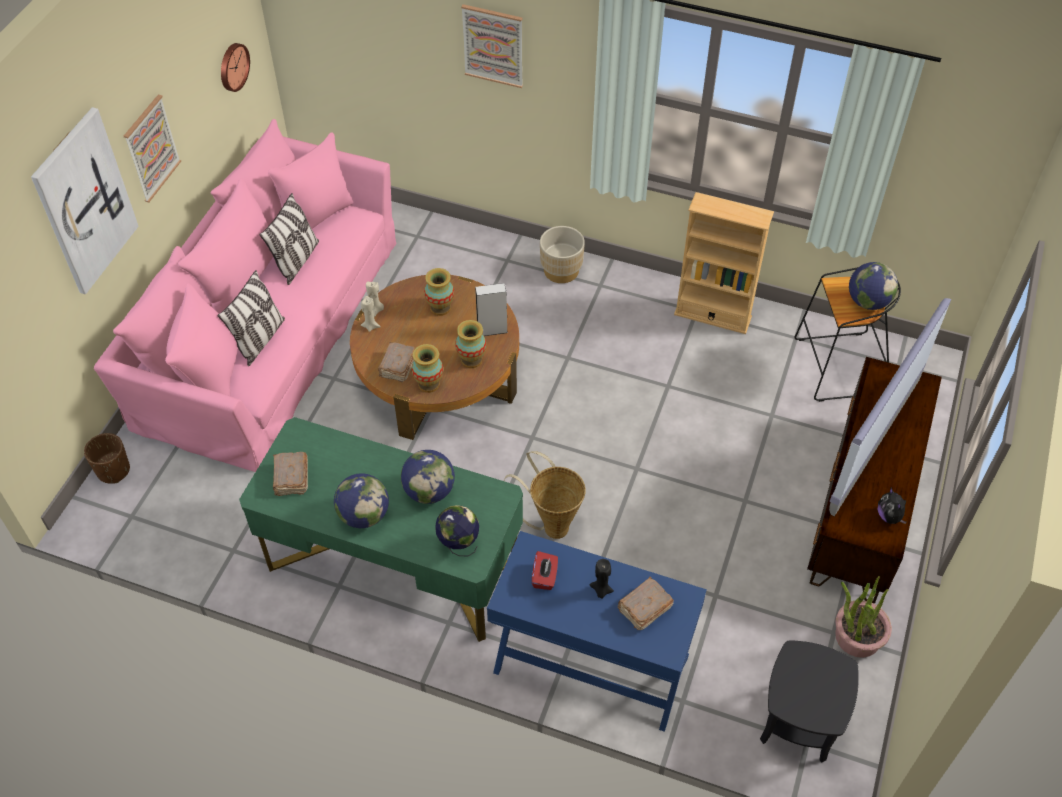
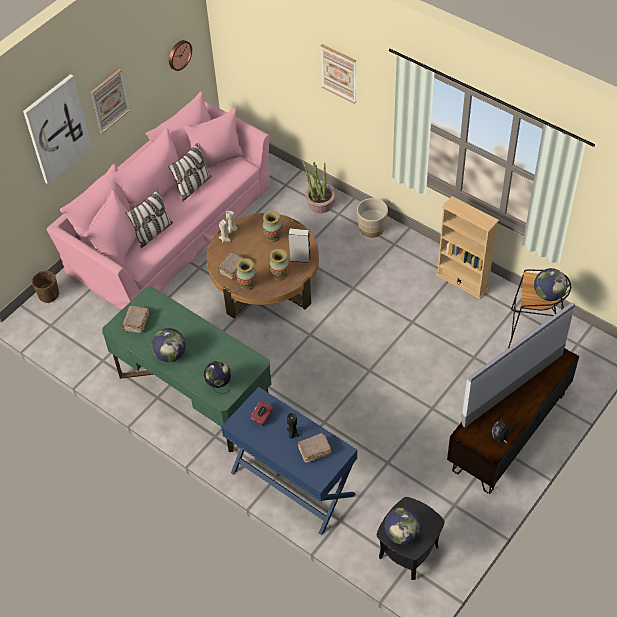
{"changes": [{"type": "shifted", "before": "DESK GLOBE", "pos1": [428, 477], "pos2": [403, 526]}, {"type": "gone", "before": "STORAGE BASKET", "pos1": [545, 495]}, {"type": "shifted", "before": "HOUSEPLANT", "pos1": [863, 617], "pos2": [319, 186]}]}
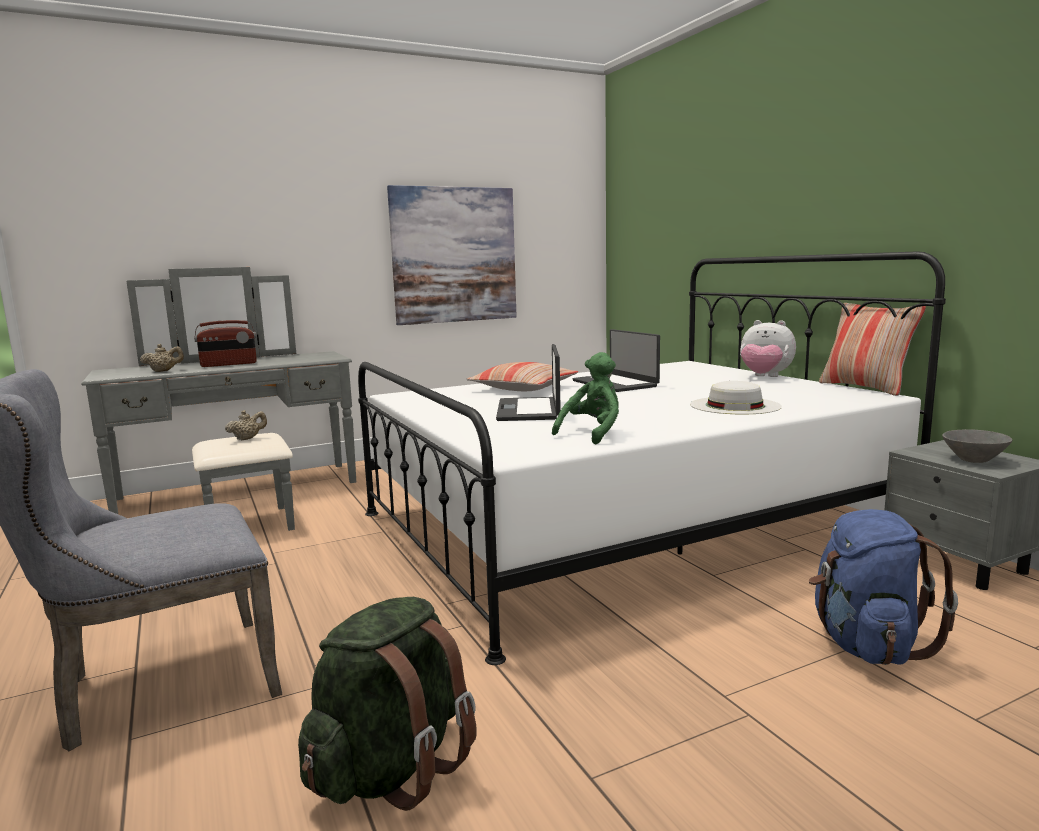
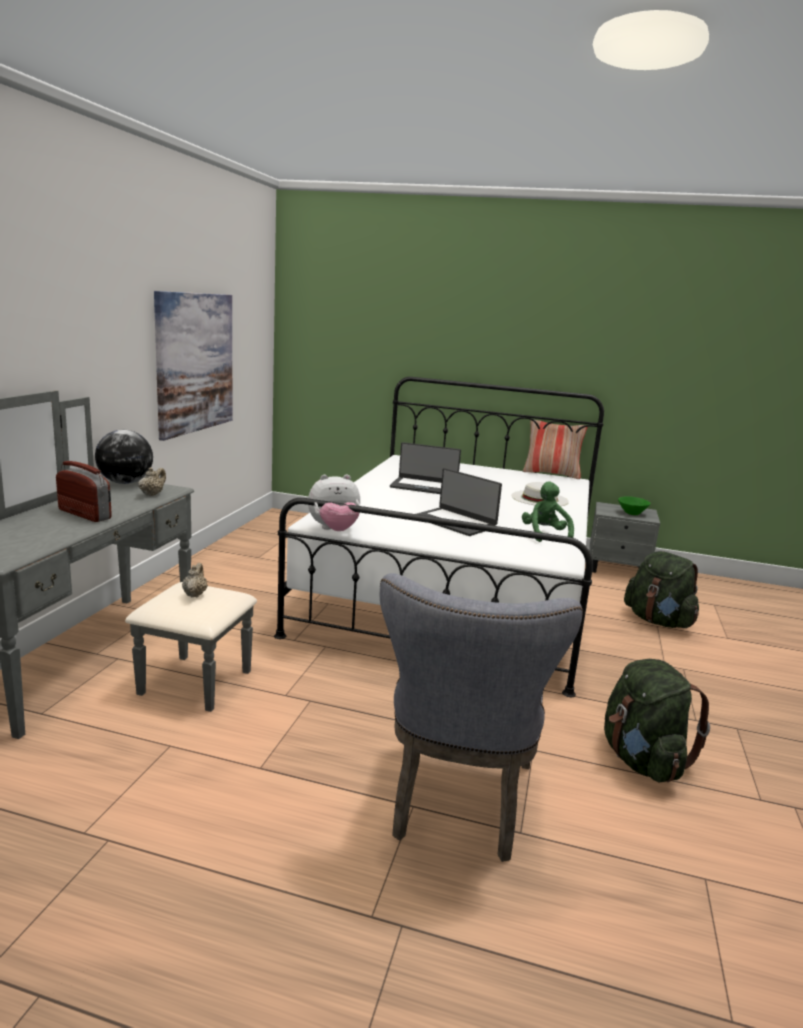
{"changes": [{"type": "shifted", "before": "BEIGE-COLOURED TEAPOT", "pos1": [162, 358], "pos2": [152, 481]}, {"type": "rotated", "before": "RADIO", "pos1": [225, 343], "pos2": [84, 491], "turn": -75}, {"type": "gone", "before": "THROW PILLOW", "pos1": [522, 376]}, {"type": "shifted", "before": "SOFT TOY", "pos1": [768, 348], "pos2": [334, 503]}, {"type": "repainted", "before": "BLUE-COLOURED KNAPSACK", "after": "GREENISH KNAPSACK", "pos1": [883, 587], "pos2": [661, 589]}, {"type": "repainted", "before": "GREYISH DEEP DISH", "after": "GREENISH DEEP DISH", "pos1": [977, 446], "pos2": [634, 505]}, {"type": "new", "after": "DESK GLOBE", "pos2": [124, 457]}]}
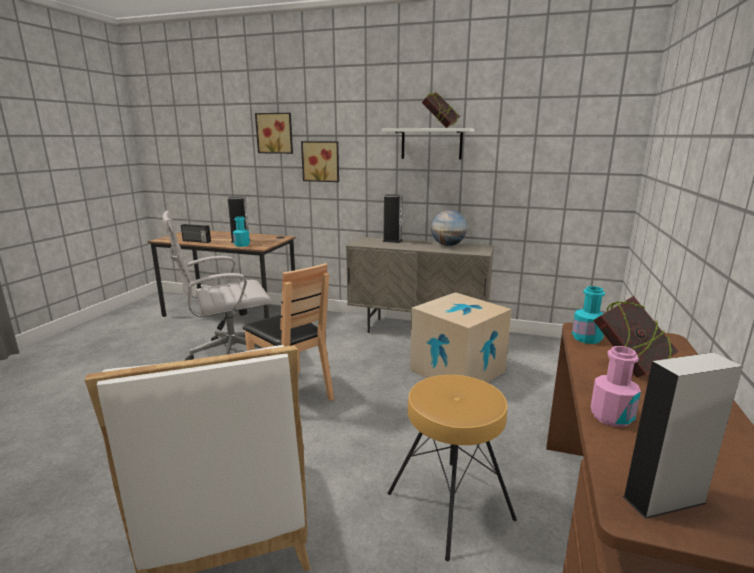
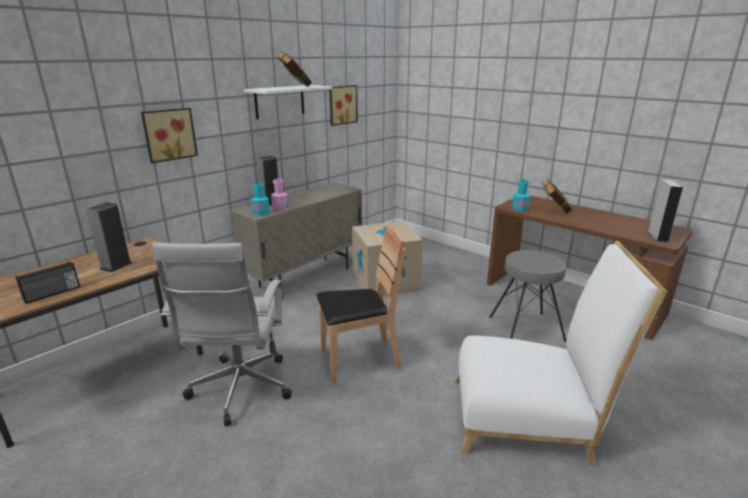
{"changes": [{"type": "shifted", "before": "TURQUOISE BOTTLE", "pos1": [241, 231], "pos2": [260, 199]}, {"type": "shifted", "before": "PICTURE", "pos1": [274, 133], "pos2": [343, 105]}, {"type": "repainted", "before": "BROWN SITTING STOOL", "after": "GREYISH SITTING STOOL", "pos1": [452, 468], "pos2": [527, 296]}, {"type": "gone", "before": "DESK GLOBE", "pos1": [449, 228]}, {"type": "shifted", "before": "PINK BOTTLE", "pos1": [616, 386], "pos2": [279, 194]}]}
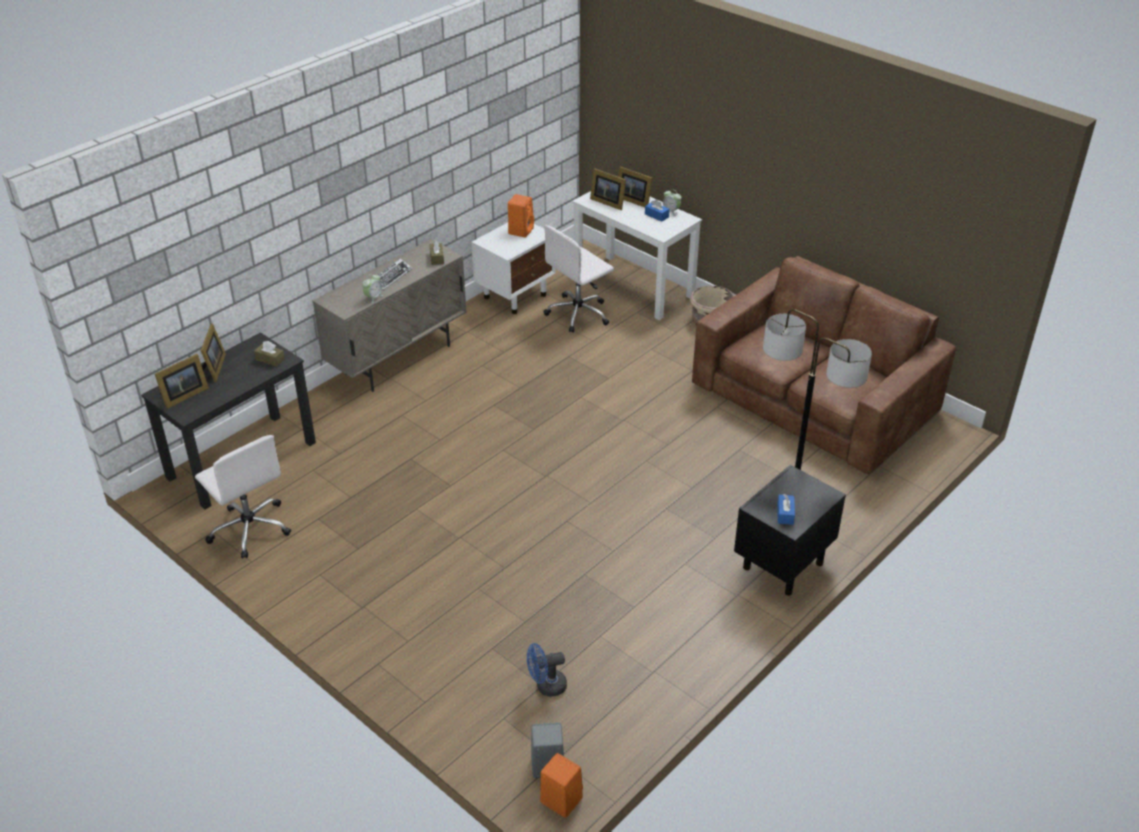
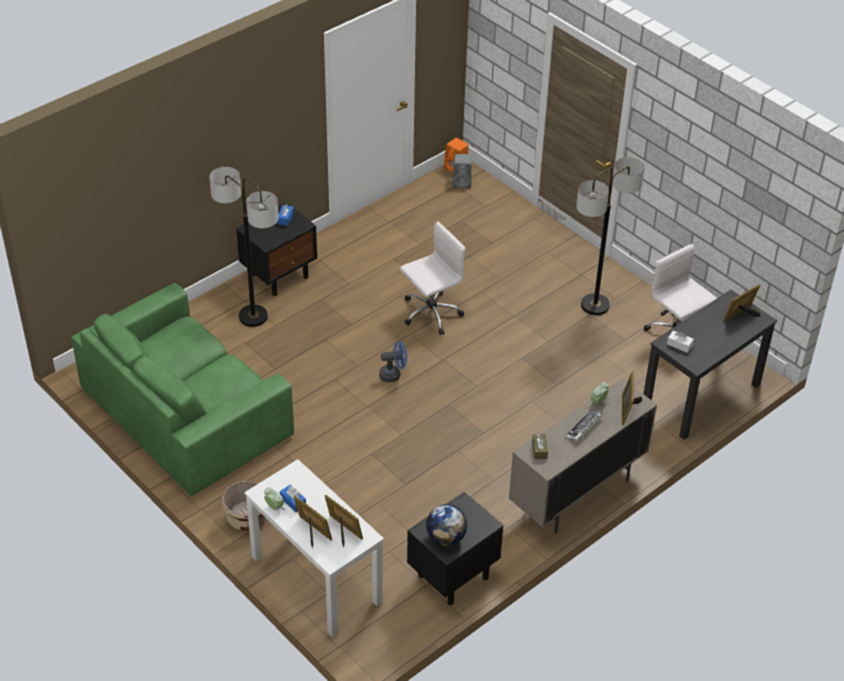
{"changes": [{"type": "shifted", "before": "PHOTO FRAME", "pos1": [213, 352], "pos2": [632, 398]}, {"type": "repainted", "before": "BROWN TISSUE HOLDER", "after": "WHITE TISSUE HOLDER", "pos1": [269, 353], "pos2": [680, 342]}, {"type": "repainted", "before": "WHITE NIGHTSTAND", "after": "BLACK-COLOURED NIGHTSTAND", "pos1": [513, 268], "pos2": [455, 548]}, {"type": "swapped", "before": "ORANGEY AUDIO SPEAKER", "after": "DESK GLOBE", "pos1": [521, 215], "pos2": [447, 525]}, {"type": "shifted", "before": "BLUE-COLOURED FAN", "pos1": [547, 670], "pos2": [393, 361]}, {"type": "shifted", "before": "WHITE DESK CHAIR", "pos1": [579, 279], "pos2": [433, 278]}, {"type": "repainted", "before": "BROWN COUCH", "after": "GREENISH COUCH", "pos1": [824, 365], "pos2": [182, 389]}, {"type": "new", "after": "STANDARD LAMP", "pos2": [610, 236]}]}
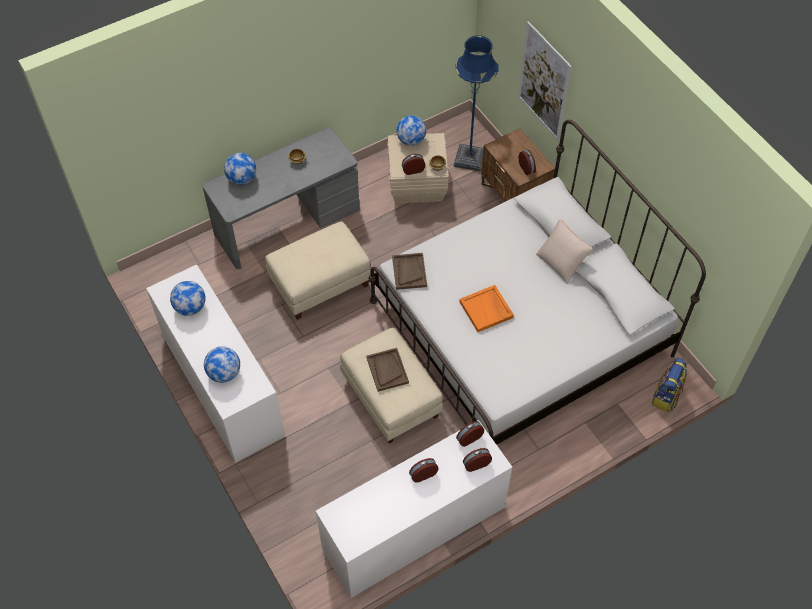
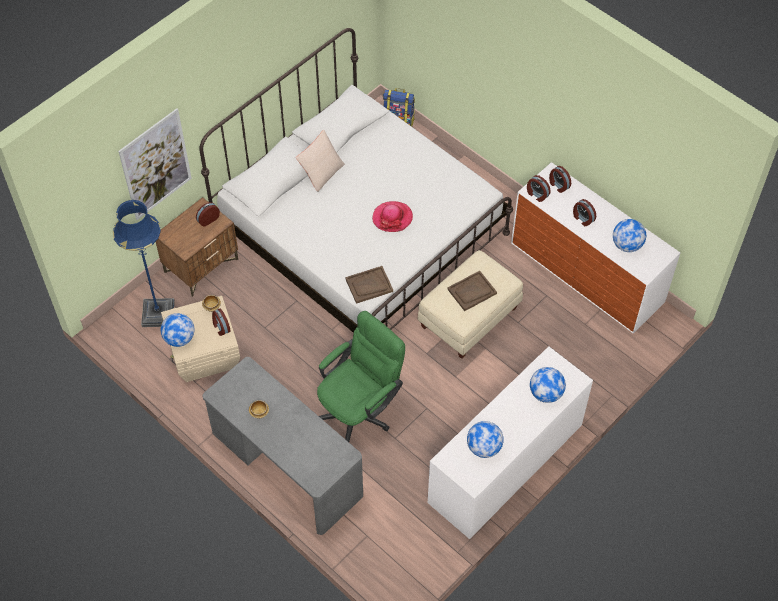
{"changes": [{"type": "shifted", "before": "DESK GLOBE", "pos1": [240, 169], "pos2": [629, 235]}, {"type": "swapped", "before": "BEIGE-COLOURED OTTOMAN", "after": "GREENISH DESK CHAIR", "pos1": [318, 270], "pos2": [361, 376]}, {"type": "swapped", "before": "ORANGEY TRAY", "after": "WEARABLE HAT", "pos1": [486, 308], "pos2": [392, 216]}]}
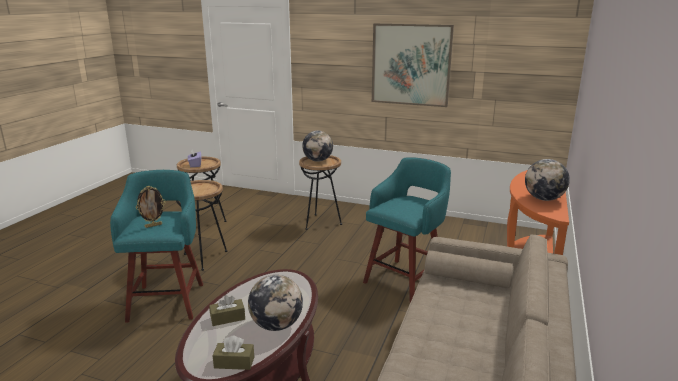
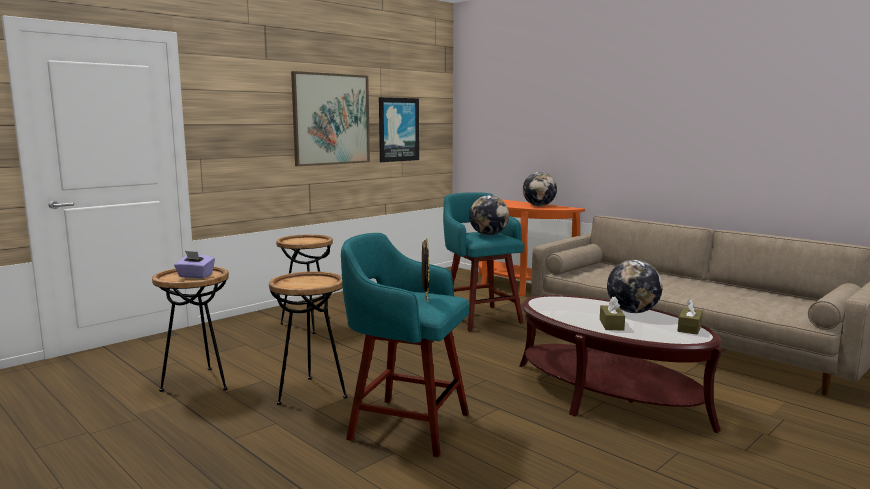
{"changes": [{"type": "shifted", "before": "DESK GLOBE", "pos1": [317, 146], "pos2": [489, 215]}, {"type": "new", "after": "PICTURE", "pos2": [399, 129]}]}
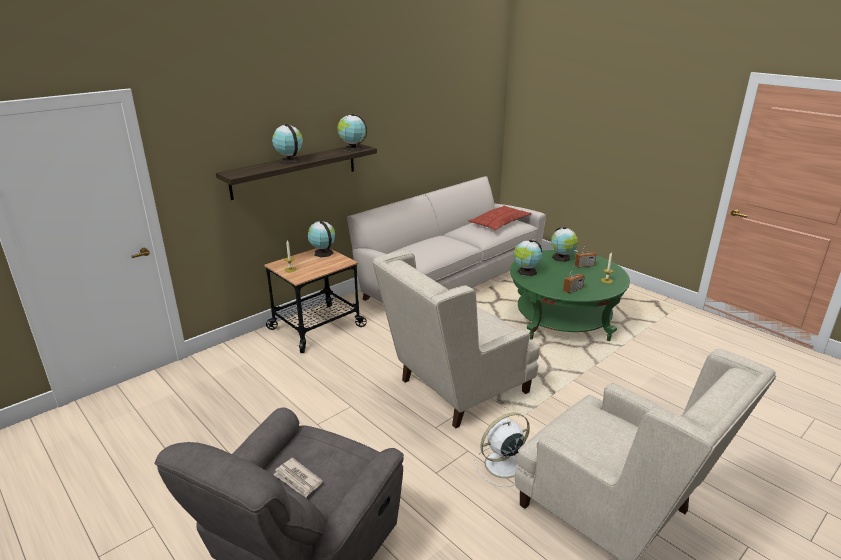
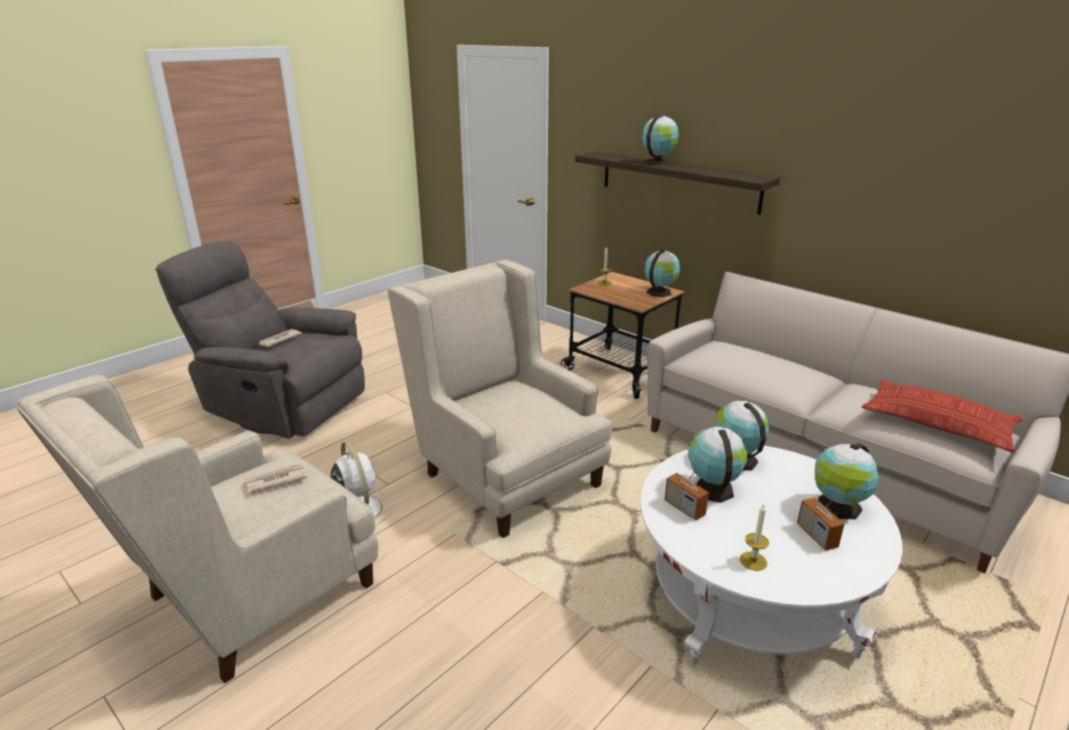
{"changes": [{"type": "shifted", "before": "DESK GLOBE", "pos1": [352, 133], "pos2": [718, 465]}, {"type": "repainted", "before": "GREENISH LOUNGE TABLE", "after": "WHITE LOUNGE TABLE", "pos1": [570, 295], "pos2": [771, 555]}, {"type": "new", "after": "PRINTED PAPER", "pos2": [275, 479]}]}
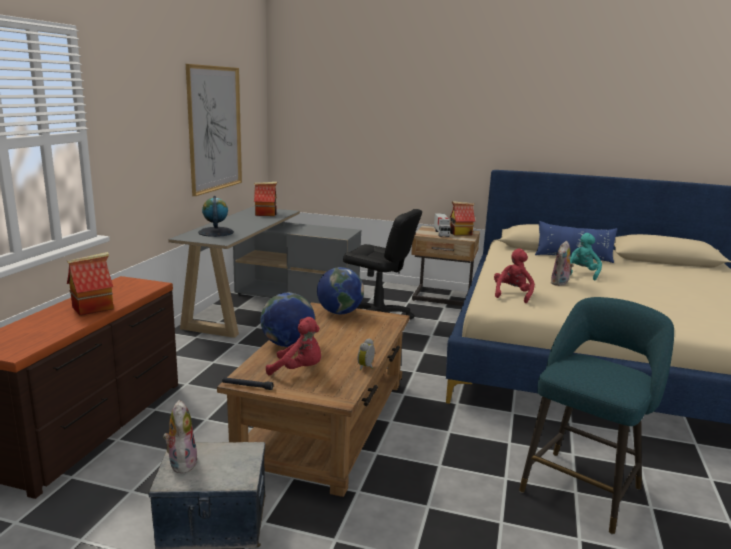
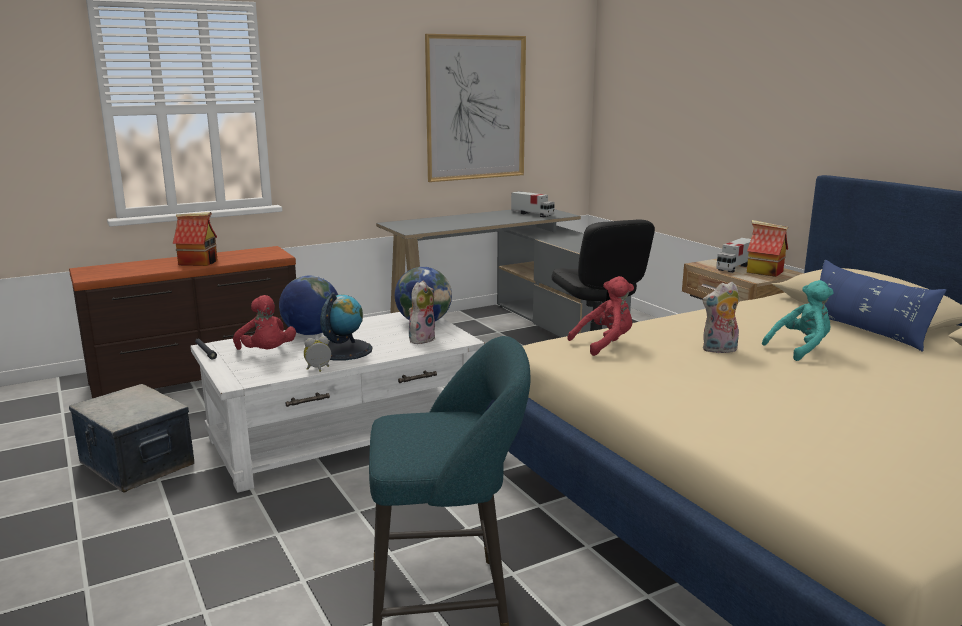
{"changes": [{"type": "shifted", "before": "SOFT TOY", "pos1": [180, 436], "pos2": [422, 312]}, {"type": "shifted", "before": "DESK GLOBE", "pos1": [216, 216], "pos2": [346, 326]}, {"type": "repainted", "before": "BROWN LOUNGE TABLE", "after": "WHITE LOUNGE TABLE", "pos1": [313, 399], "pos2": [337, 402]}, {"type": "swapped", "before": "MODEL HOUSE", "after": "TOY LORRY", "pos1": [265, 199], "pos2": [533, 204]}]}
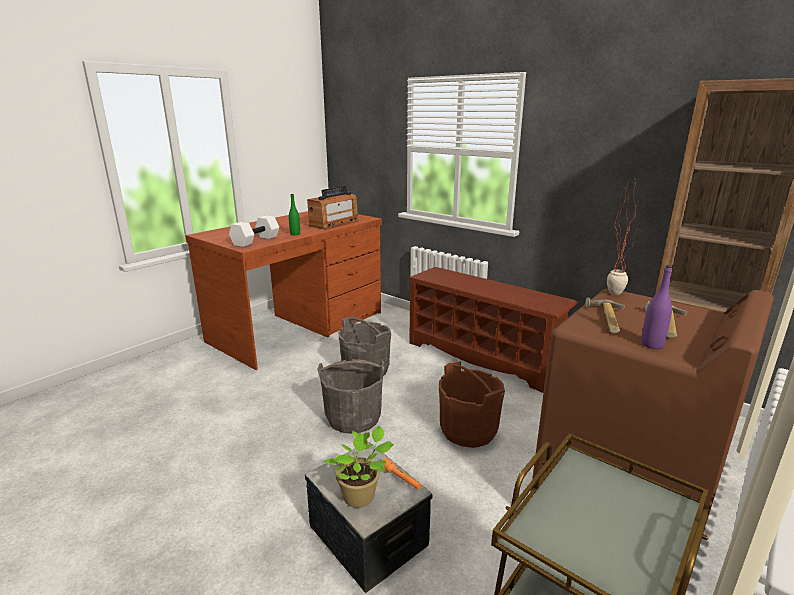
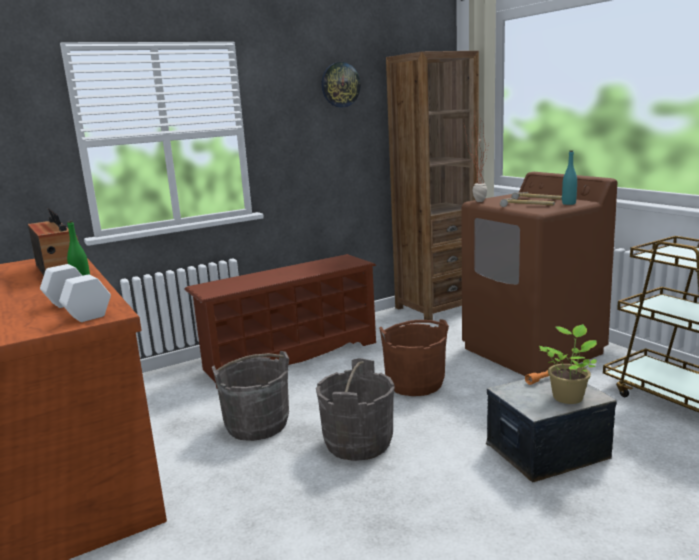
{"changes": [{"type": "repainted", "before": "PURPLE BOTTLE", "after": "TURQUOISE BOTTLE", "pos1": [657, 307], "pos2": [569, 177]}, {"type": "new", "after": "CLOCK ON THE WALL", "pos2": [341, 85]}]}
